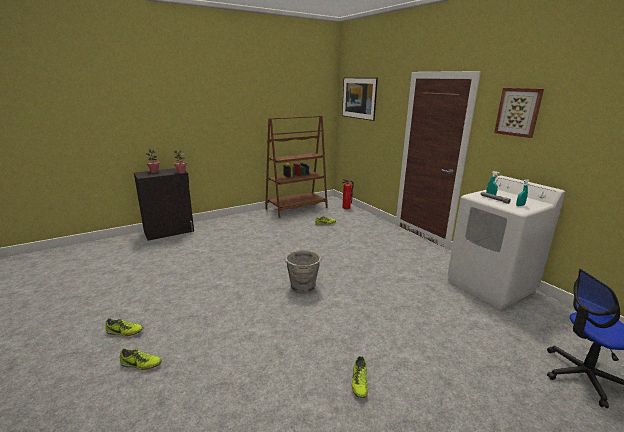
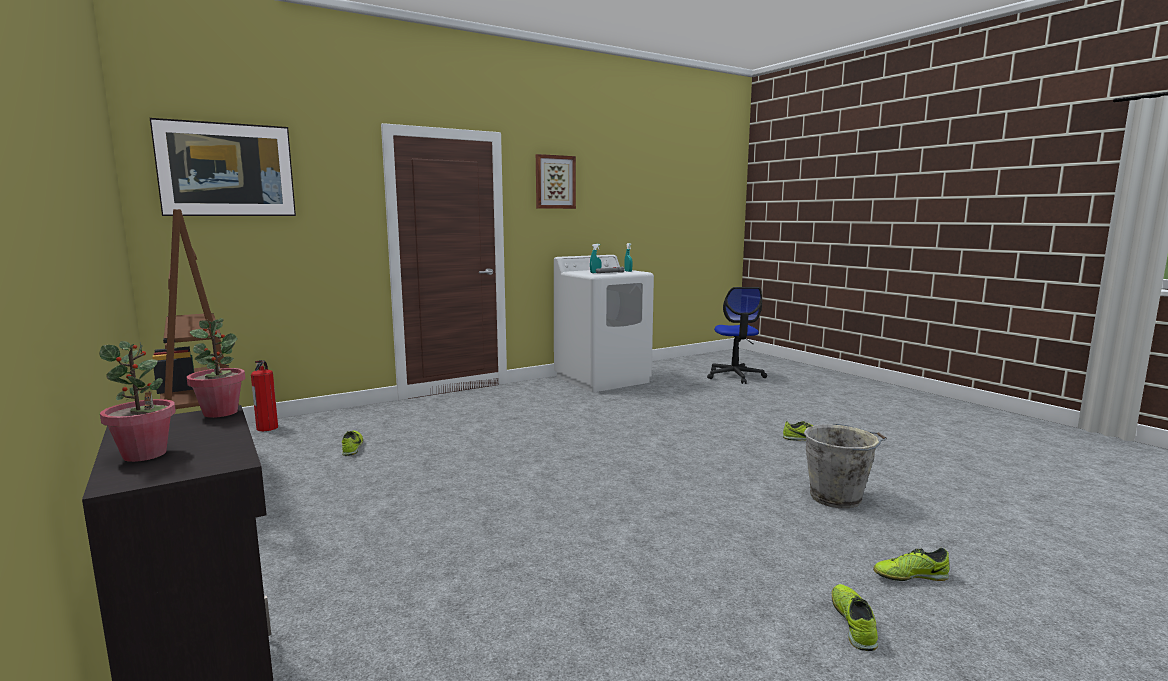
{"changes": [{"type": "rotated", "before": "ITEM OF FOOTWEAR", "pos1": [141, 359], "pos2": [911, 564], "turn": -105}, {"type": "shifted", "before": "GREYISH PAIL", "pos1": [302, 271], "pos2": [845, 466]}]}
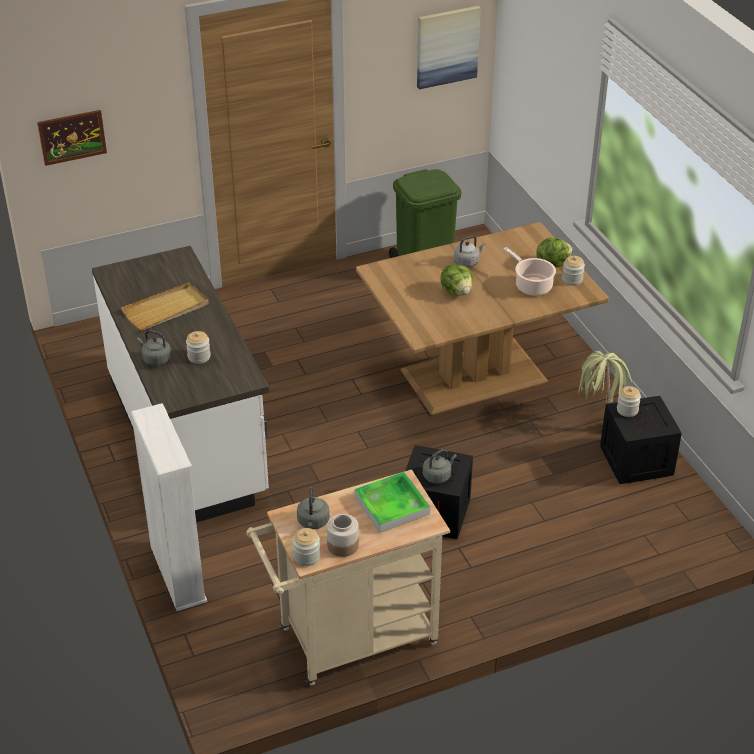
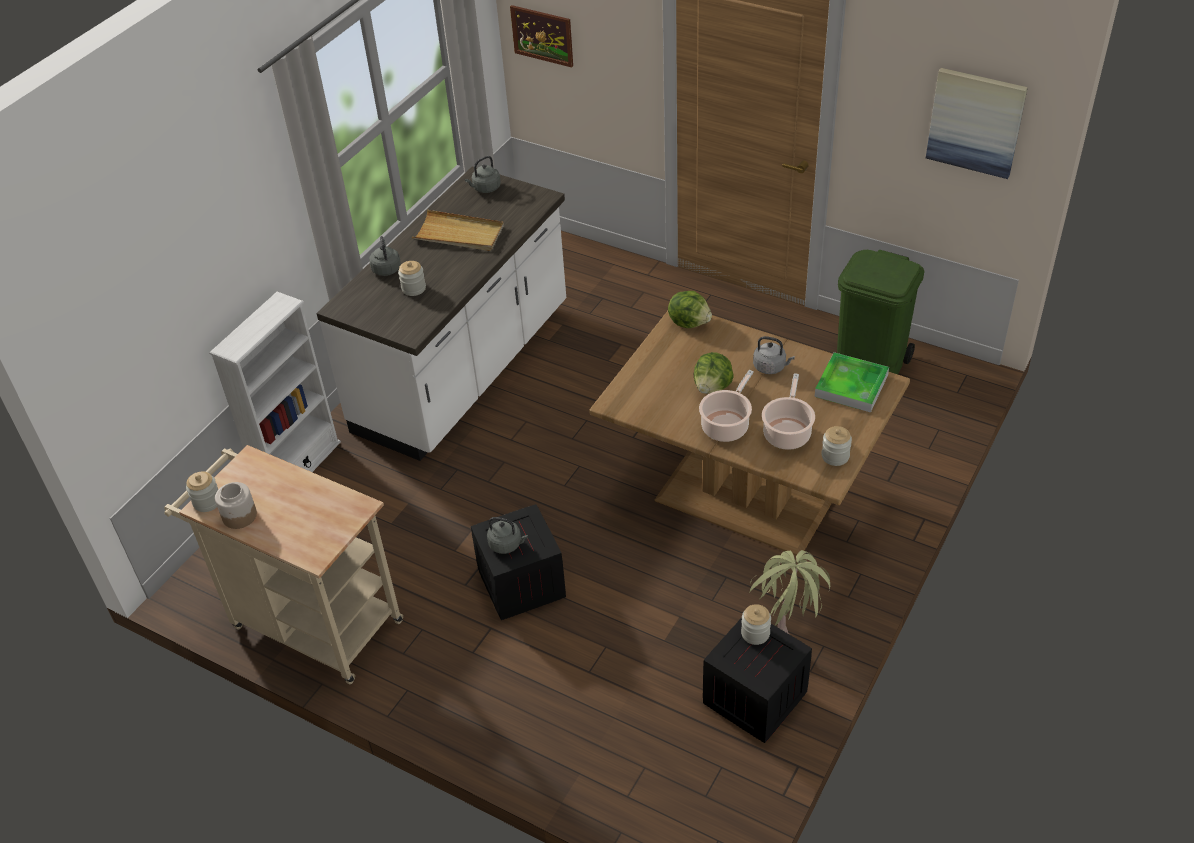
{"changes": [{"type": "shifted", "before": "GREYISH KETTLE", "pos1": [313, 508], "pos2": [483, 174]}, {"type": "shifted", "before": "TRAY", "pos1": [392, 502], "pos2": [852, 382]}, {"type": "shifted", "before": "LETTUCE HEAD", "pos1": [554, 253], "pos2": [690, 309]}, {"type": "new", "after": "SAUCEPOT", "pos2": [726, 406]}]}
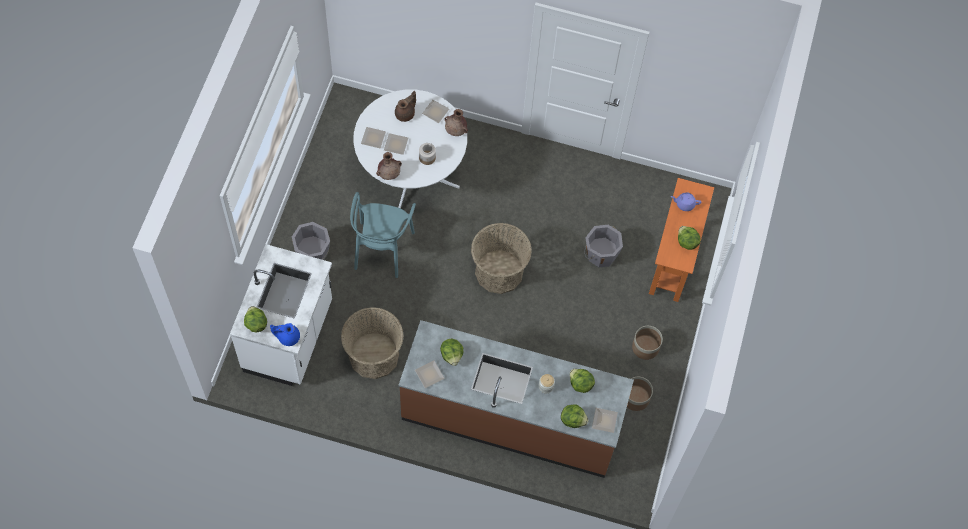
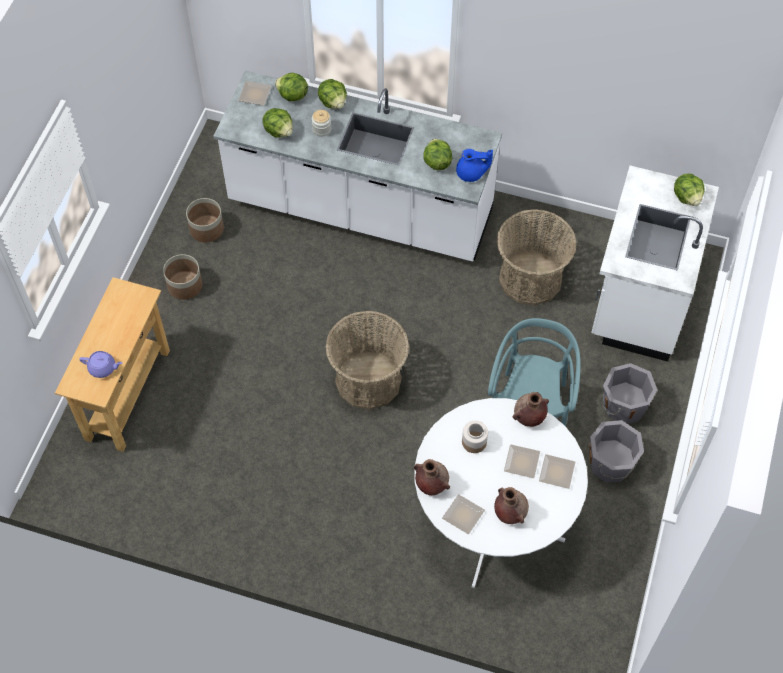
{"changes": [{"type": "shifted", "before": "BLUE-COLOURED TEAPOT", "pos1": [285, 334], "pos2": [474, 165]}, {"type": "swapped", "before": "BROWN TEAPOT", "after": "BROWN FLOWER VASE", "pos1": [405, 106], "pos2": [511, 505]}, {"type": "repainted", "before": "BROWN KITCHEN BASE UNIT", "after": "WHITE KITCHEN BASE UNIT", "pos1": [516, 399], "pos2": [357, 166]}, {"type": "gone", "before": "DINNER PLATE", "pos1": [430, 374]}, {"type": "shifted", "before": "GREYISH PAIL", "pos1": [603, 246], "pos2": [616, 451]}, {"type": "repainted", "before": "ORANGEY CONSOLE TABLE", "after": "BEIGE-COLOURED CONSOLE TABLE", "pos1": [681, 240], "pos2": [112, 364]}, {"type": "shifted", "before": "LETTUCE HEAD", "pos1": [689, 238], "pos2": [332, 94]}]}
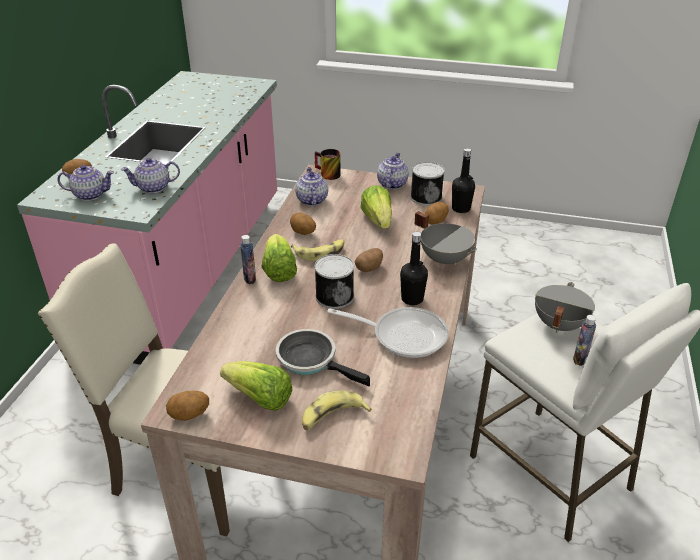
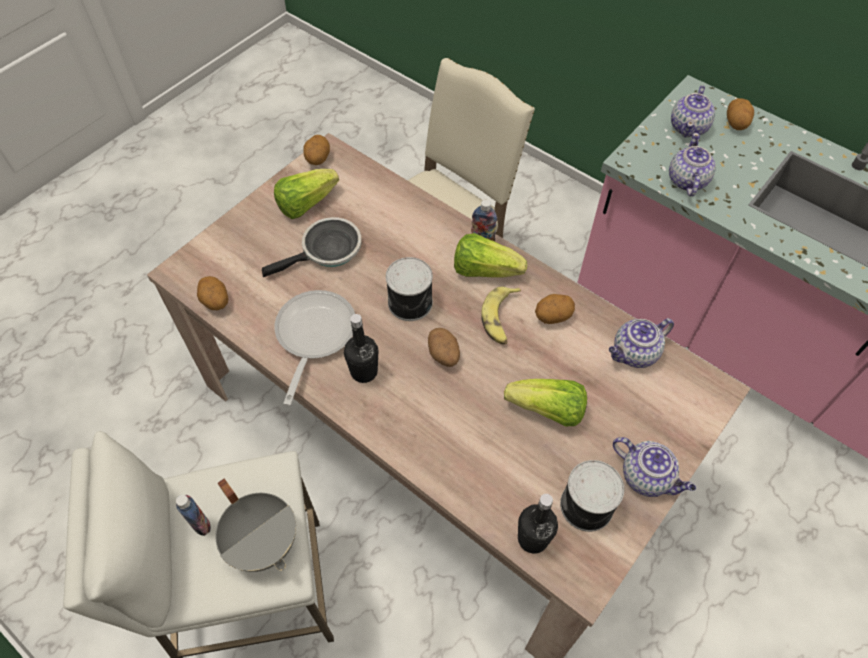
{"changes": [{"type": "rotated", "before": "TEAPOT", "pos1": [311, 186], "pos2": [641, 343], "turn": 135}, {"type": "gone", "before": "BANANA", "pos1": [337, 410]}, {"type": "gone", "before": "COFFEE MUG", "pos1": [327, 164]}, {"type": "rotated", "before": "PAN", "pos1": [388, 332], "pos2": [315, 348], "turn": 150}, {"type": "gone", "before": "GREYISH SAUCEPOT", "pos1": [445, 238]}, {"type": "shifted", "before": "POTATO", "pos1": [437, 213], "pos2": [212, 293]}]}
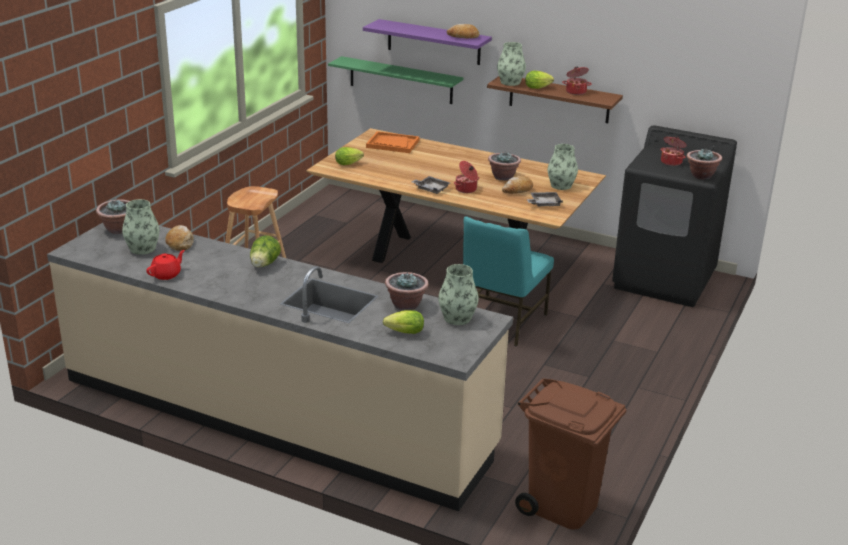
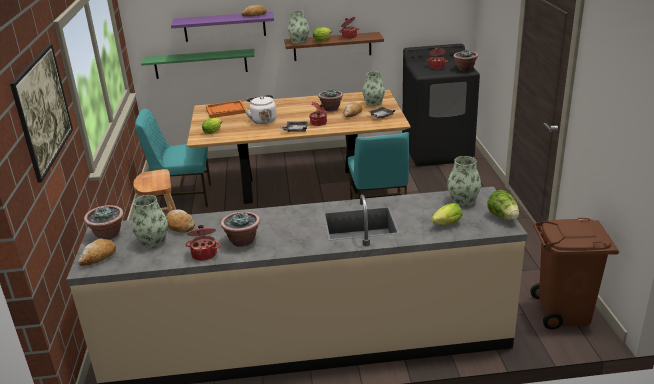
{"changes": [{"type": "swapped", "before": "RED TEAPOT", "after": "SAUCEPOT", "pos1": [165, 265], "pos2": [203, 243]}, {"type": "shifted", "before": "LETTUCE HEAD", "pos1": [265, 251], "pos2": [503, 205]}, {"type": "shifted", "before": "HOUSEPLANT", "pos1": [407, 291], "pos2": [240, 229]}, {"type": "new", "after": "PICTURE", "pos2": [41, 113]}, {"type": "new", "after": "BAKED BREAD", "pos2": [97, 252]}, {"type": "new", "after": "TURQUOISE PLAIN CHAIR", "pos2": [173, 158]}, {"type": "new", "after": "WHITE KETTLE", "pos2": [261, 109]}]}
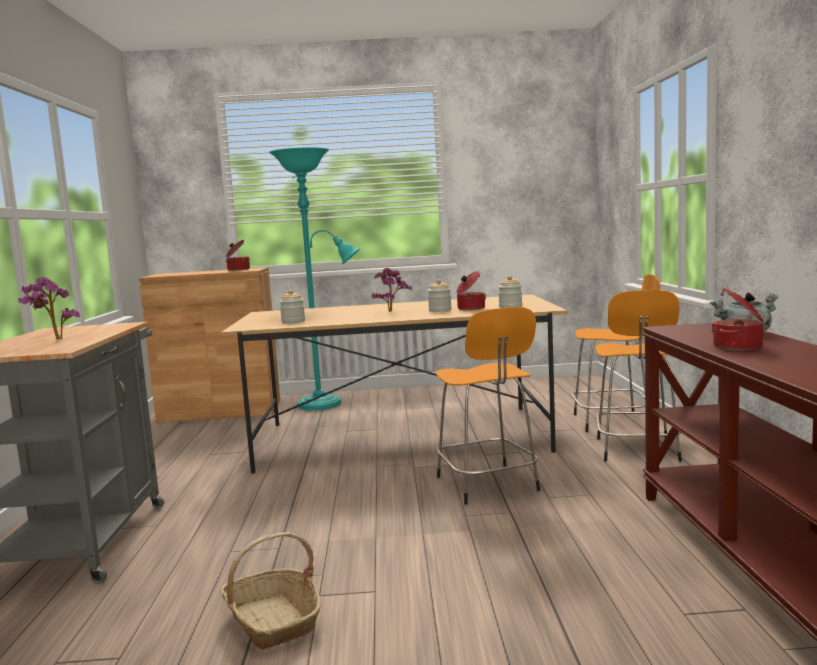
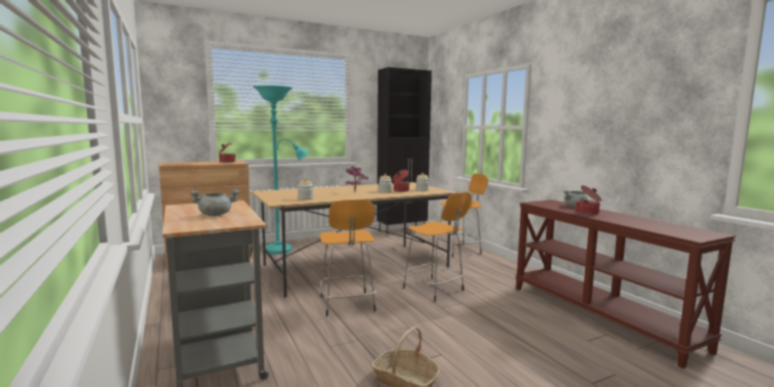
{"changes": [{"type": "swapped", "before": "HOUSEPLANT", "after": "GREYISH SAUCEPOT", "pos1": [49, 308], "pos2": [214, 202]}, {"type": "shifted", "before": "ORANGEY SITTING STOOL", "pos1": [638, 376], "pos2": [348, 258]}, {"type": "new", "after": "BLACK-COLOURED STORAGE CABINET", "pos2": [404, 151]}]}
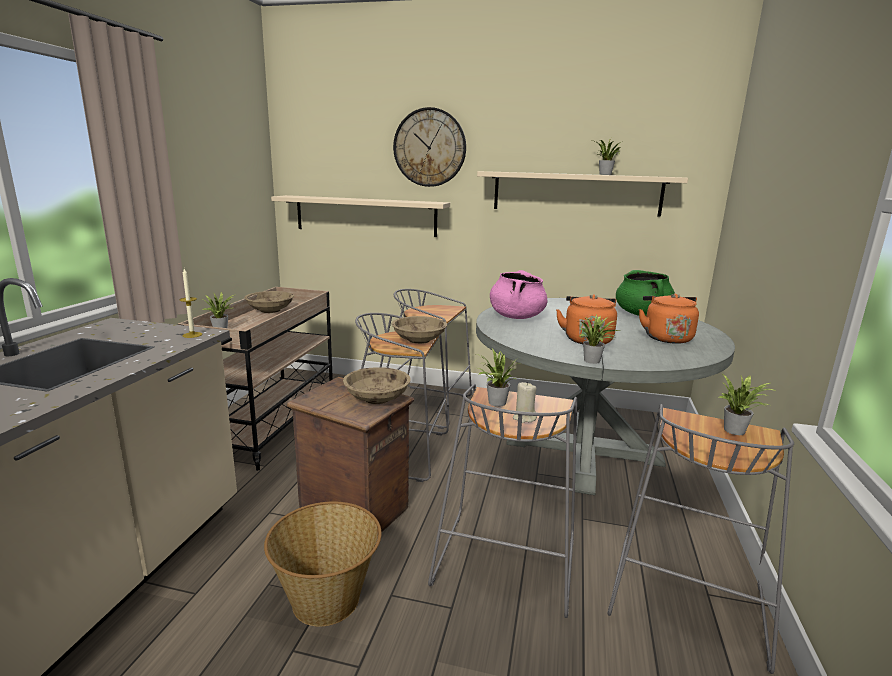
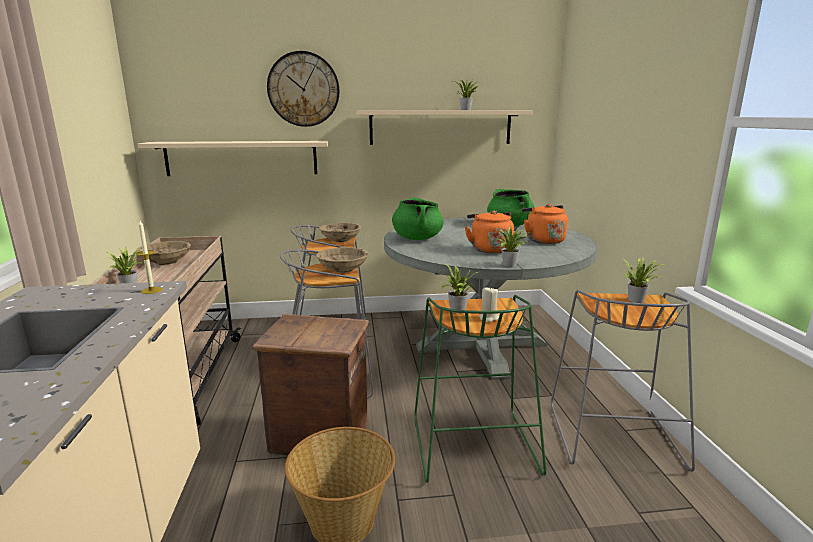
{"changes": [{"type": "shifted", "before": "BEIGE-COLOURED DEEP DISH", "pos1": [376, 385], "pos2": [340, 232]}, {"type": "repainted", "before": "GREYISH SITTING STOOL", "after": "GREENISH SITTING STOOL", "pos1": [502, 501], "pos2": [480, 389]}, {"type": "repainted", "before": "PINK SAUCEPOT", "after": "GREENISH SAUCEPOT", "pos1": [518, 294], "pos2": [418, 218]}]}
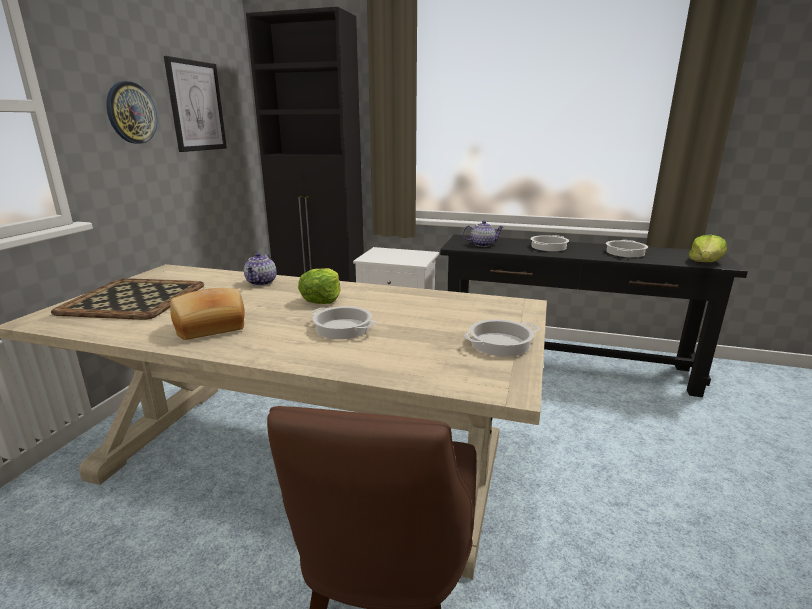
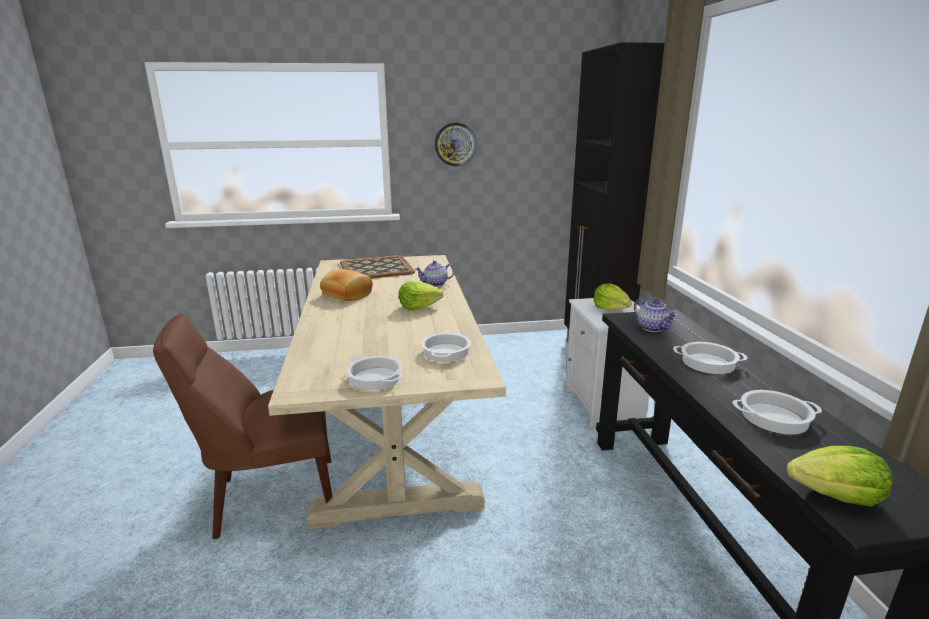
{"changes": [{"type": "gone", "before": "PICTURE", "pos1": [195, 104]}, {"type": "shifted", "before": "SAUCEPOT", "pos1": [343, 322], "pos2": [446, 346]}, {"type": "new", "after": "LETTUCE HEAD", "pos2": [612, 296]}]}
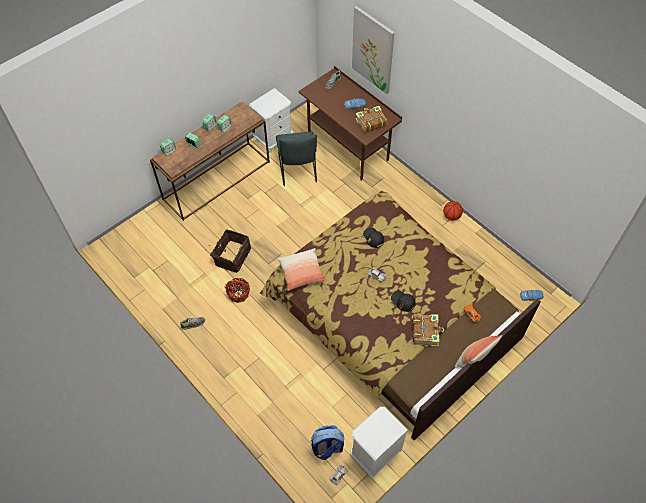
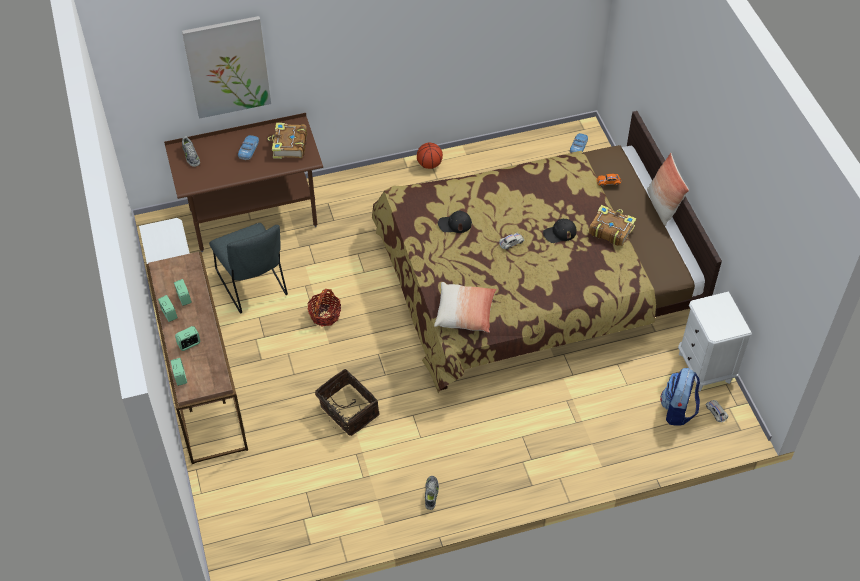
{"changes": [{"type": "shifted", "before": "STORAGE BASKET", "pos1": [237, 290], "pos2": [324, 307]}, {"type": "rotated", "before": "GREYISH PLAIN CHAIR", "pos1": [296, 158], "pos2": [248, 268], "turn": 45}]}
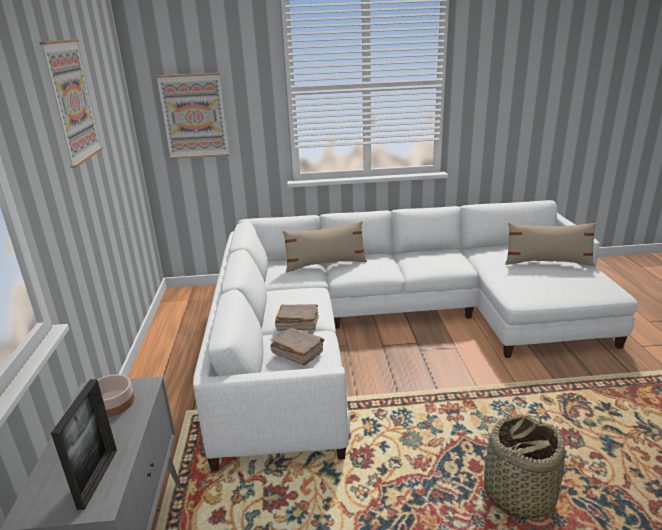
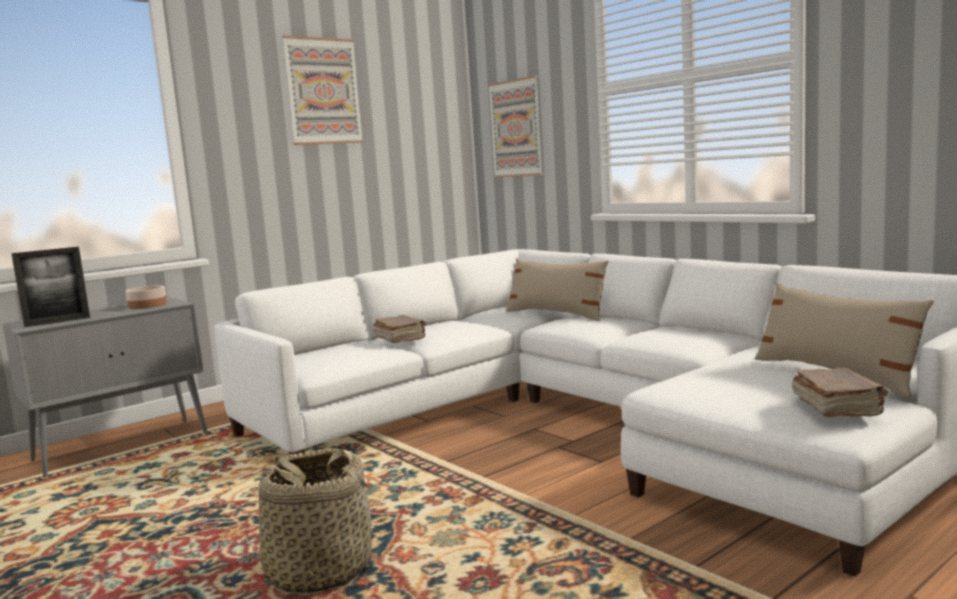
{"changes": [{"type": "shifted", "before": "BROWN BOOK", "pos1": [297, 346], "pos2": [840, 392]}]}
